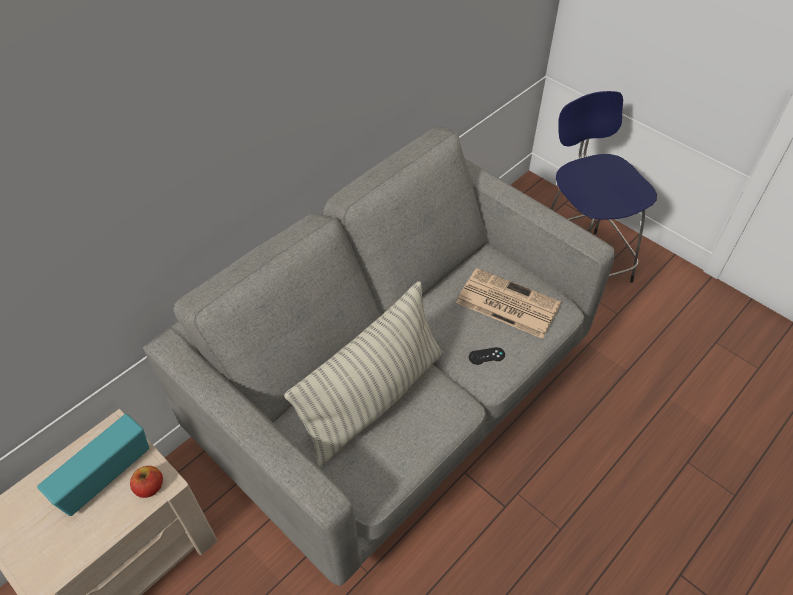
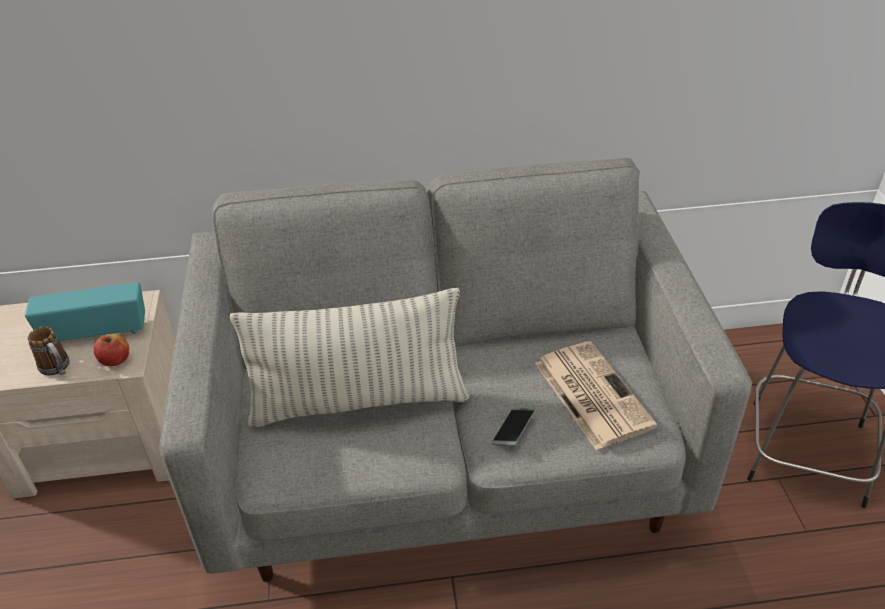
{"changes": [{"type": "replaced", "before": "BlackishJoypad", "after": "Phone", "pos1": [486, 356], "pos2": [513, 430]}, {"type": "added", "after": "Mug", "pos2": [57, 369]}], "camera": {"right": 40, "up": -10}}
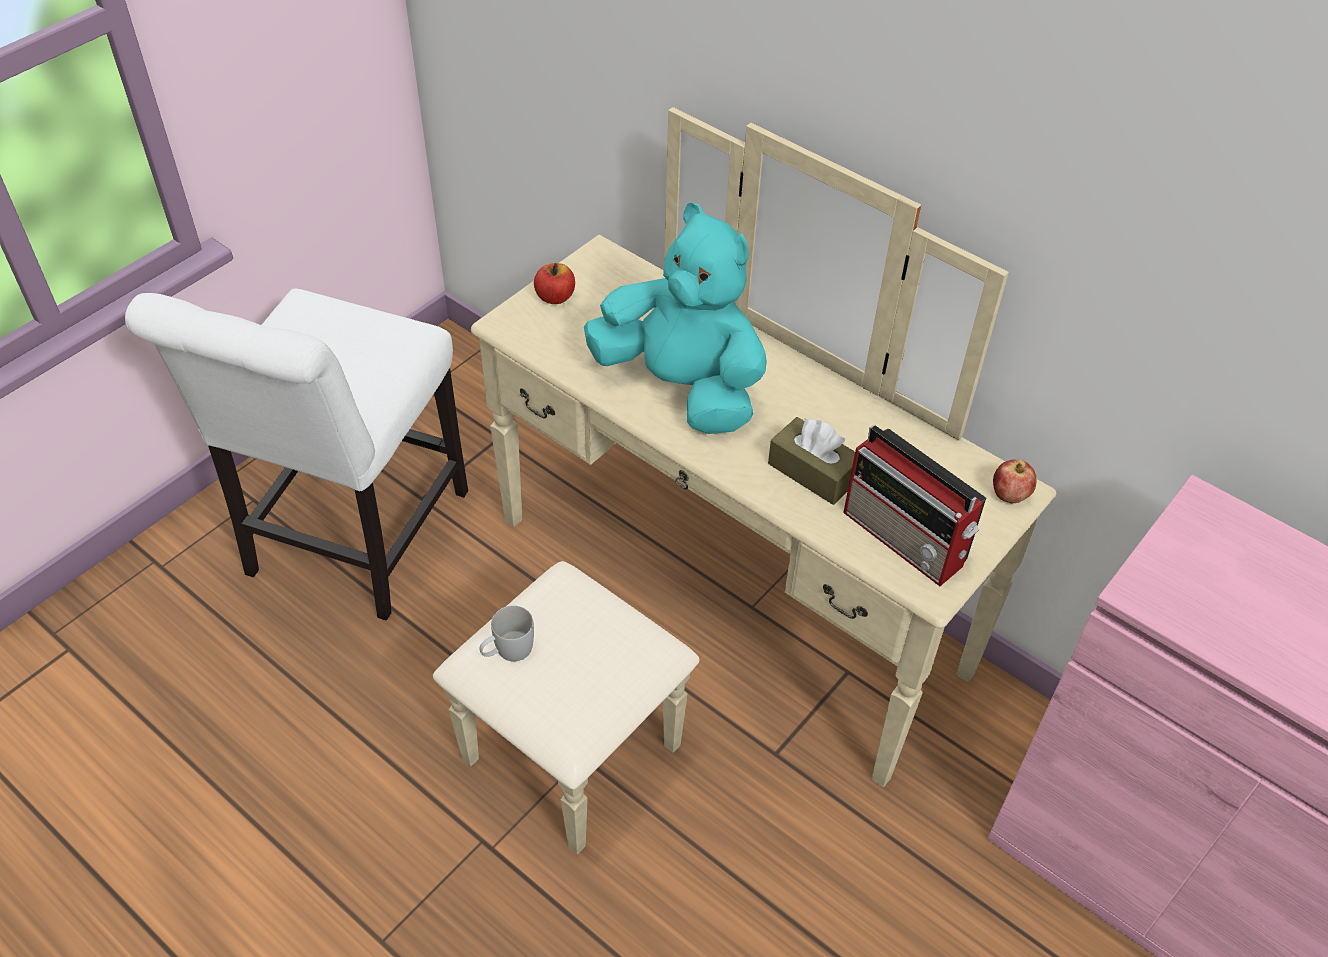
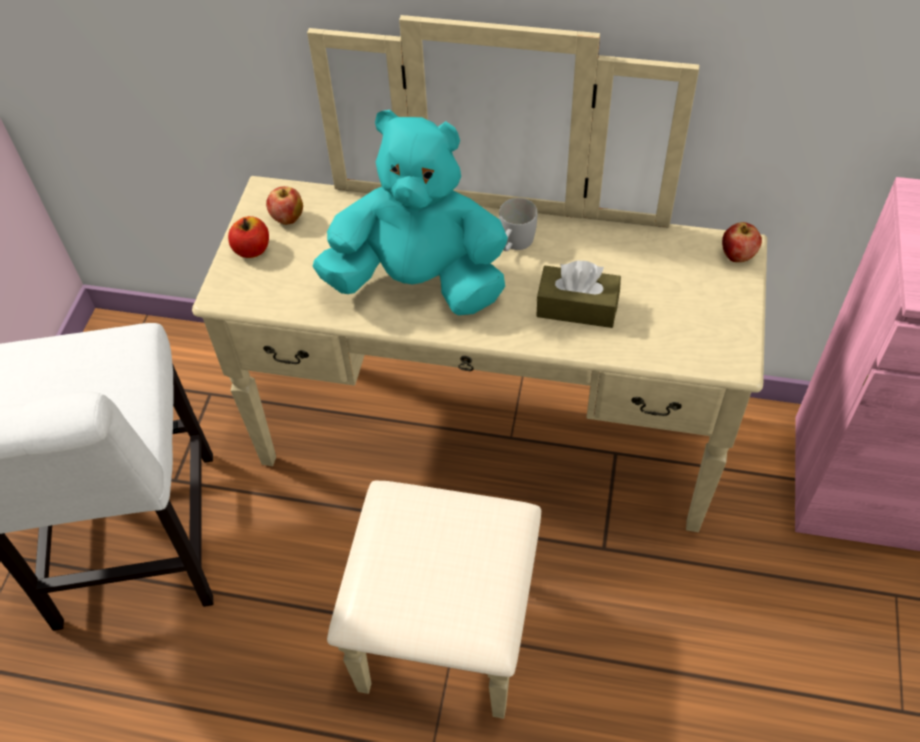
{"changes": [{"type": "moved", "before": "WhiteColouredMug", "pos1": [507, 651], "pos2": [514, 244]}, {"type": "removed", "before": "RadioSet", "pos1": [906, 540]}, {"type": "added", "after": "Apple", "pos2": [288, 219]}], "camera": {"right": -25, "up": 5}}
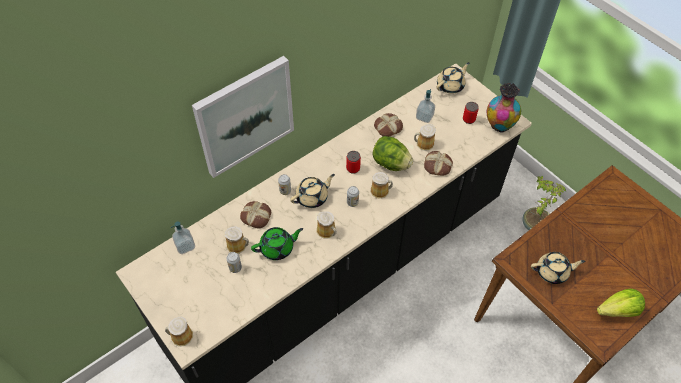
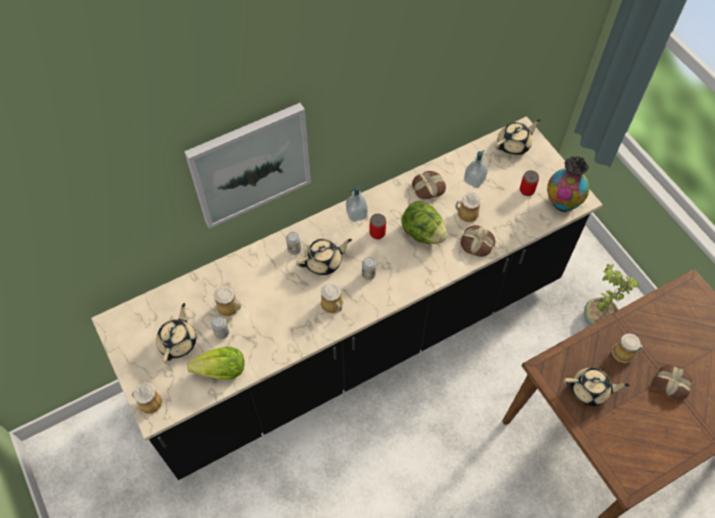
{"changes": [{"type": "moved", "before": "LiquidSoapBottle", "pos1": [185, 246], "pos2": [356, 214]}, {"type": "moved", "before": "Bread", "pos1": [256, 216], "pos2": [672, 383]}, {"type": "removed", "before": "GreenColouredPotForTea", "pos1": [277, 248]}, {"type": "moved", "before": "Mug", "pos1": [381, 191], "pos2": [624, 353]}, {"type": "moved", "before": "HeadOfLettuce", "pos1": [618, 311], "pos2": [222, 371]}, {"type": "added", "after": "BeigeColouredPotForTea", "pos2": [178, 342]}], "camera": {"right": 10, "up": 5}}
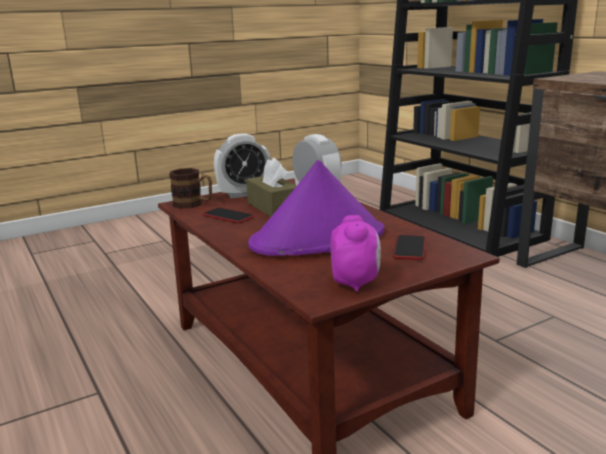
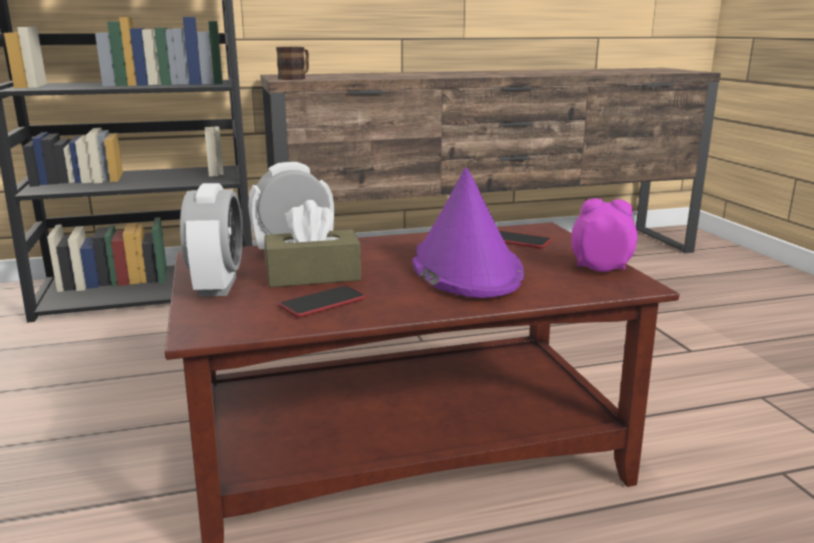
{"changes": [{"type": "moved", "before": "Mug", "pos1": [193, 204], "pos2": [296, 78]}], "camera": {"right": -75, "up": 0}}
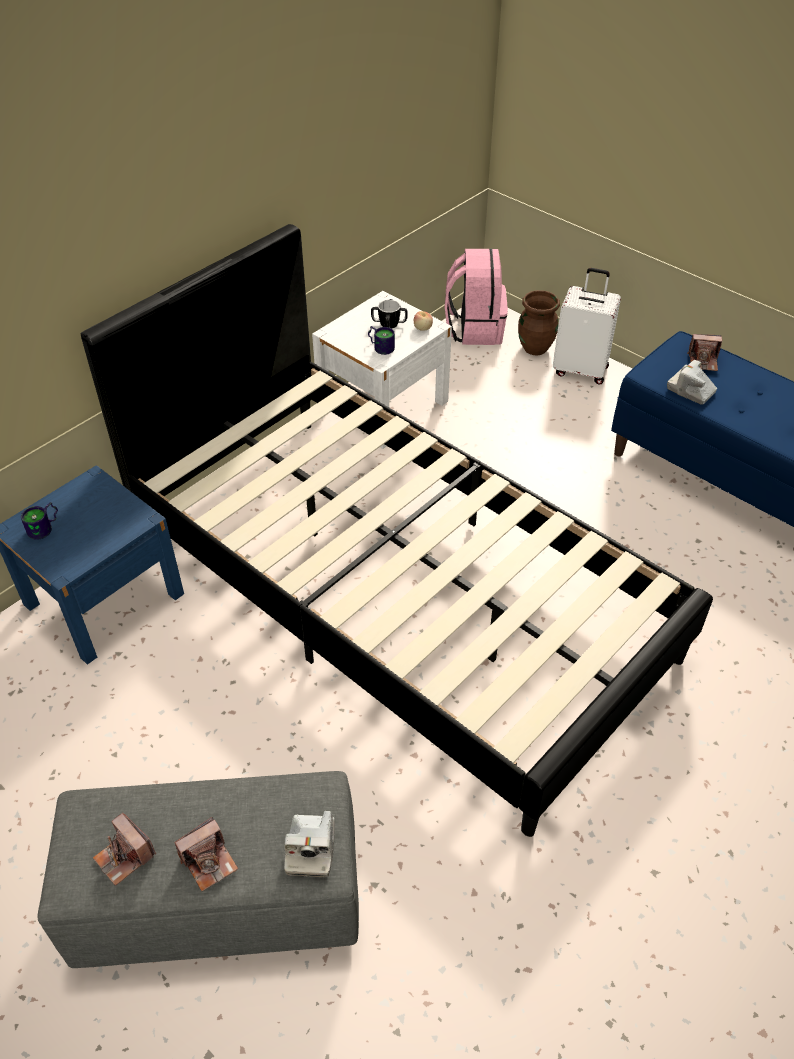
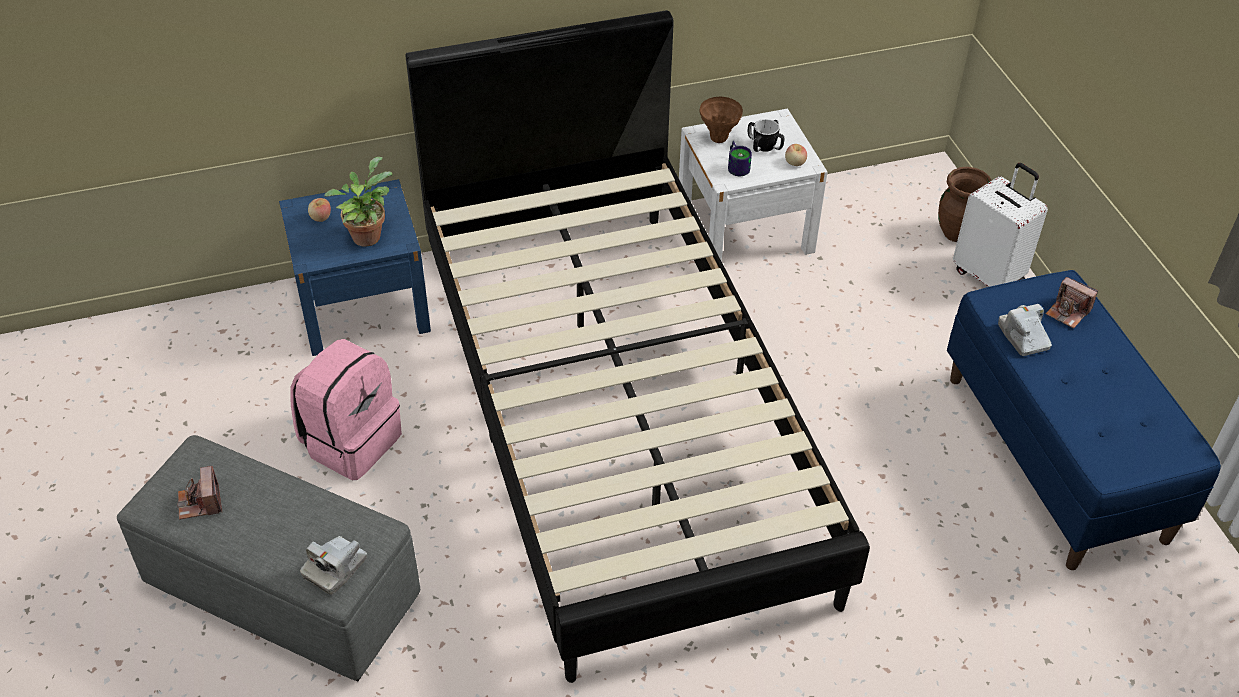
{"changes": [{"type": "replaced", "before": "Mug", "after": "Apple", "pos1": [45, 528], "pos2": [320, 218]}, {"type": "removed", "before": "StillCamera", "pos1": [209, 861]}, {"type": "moved", "before": "PinkKnapsack", "pos1": [474, 329], "pos2": [351, 441]}, {"type": "added", "after": "PottedPlant", "pos2": [367, 234]}, {"type": "added", "after": "BrownFlowerVase", "pos2": [718, 138]}], "camera": {"right": 30, "up": 0}}
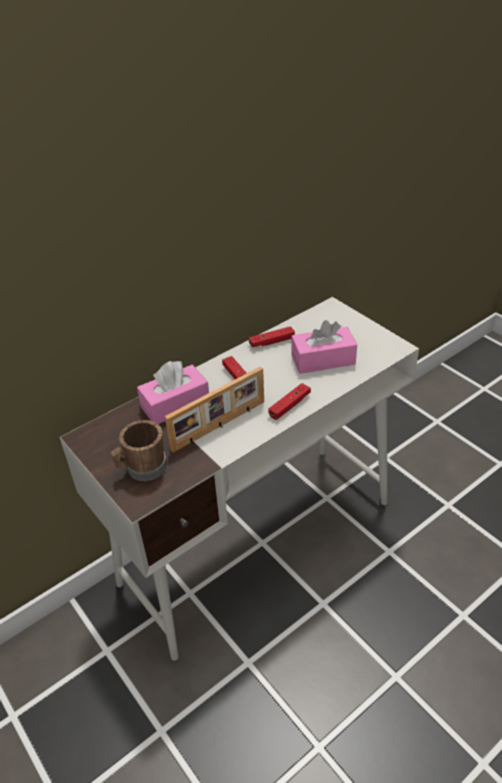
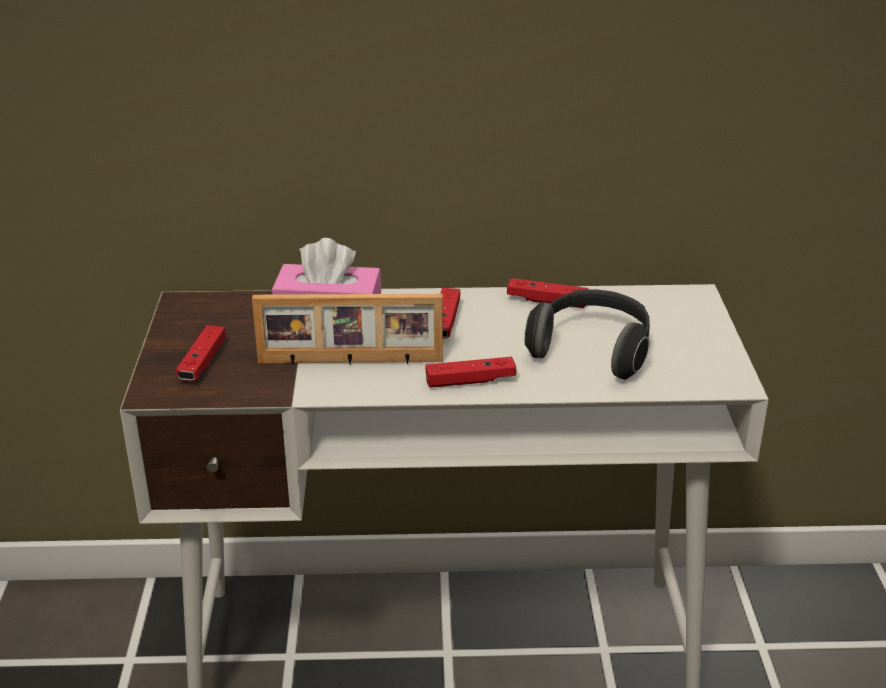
{"changes": [{"type": "replaced", "before": "BrownMug", "after": "RedJoypad", "pos1": [142, 468], "pos2": [203, 362]}, {"type": "replaced", "before": "PinkTissueHolder", "after": "Headset", "pos1": [323, 360], "pos2": [592, 350]}], "camera": {"right": 35, "up": -10}}
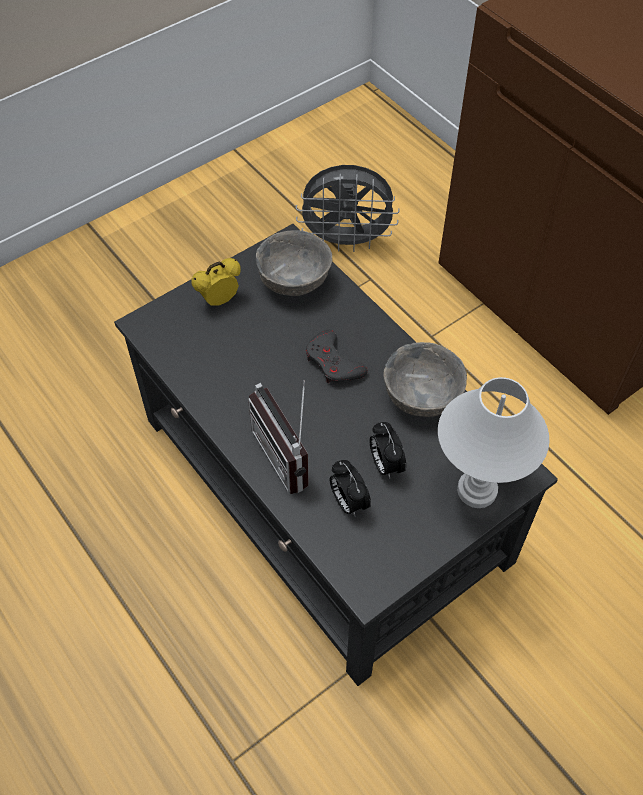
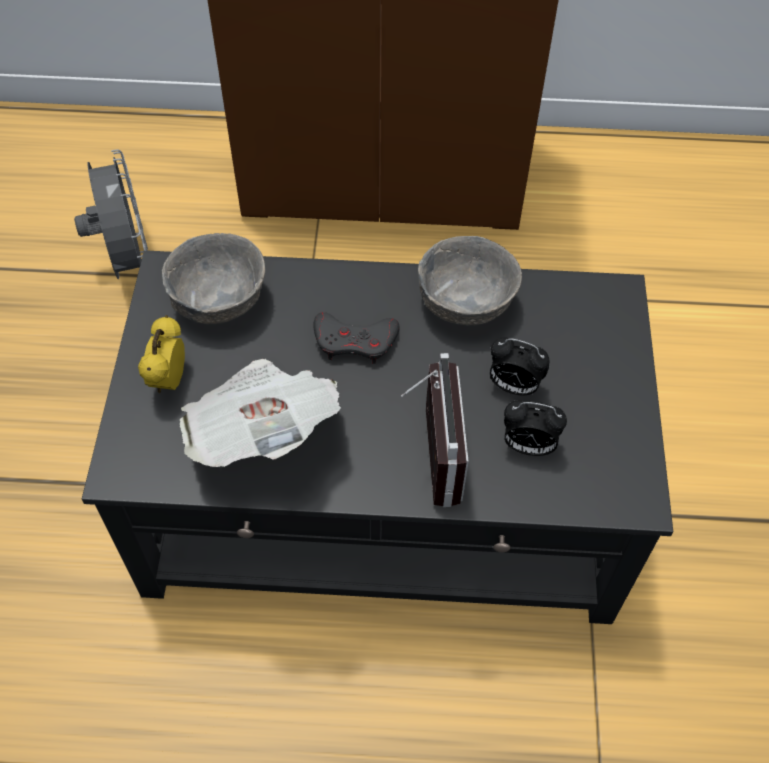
{"changes": [{"type": "turned", "before": "RadioSet", "pos1": [290, 455], "pos2": [428, 456], "turn": -105}, {"type": "turned", "before": "GreyFan", "pos1": [347, 241], "pos2": [128, 262], "turn": -60}, {"type": "removed", "before": "WhiteColouredTabletopLamp", "pos1": [476, 490]}, {"type": "added", "after": "PrintedPaper", "pos2": [261, 431]}], "camera": {"right": -50, "up": 0}}
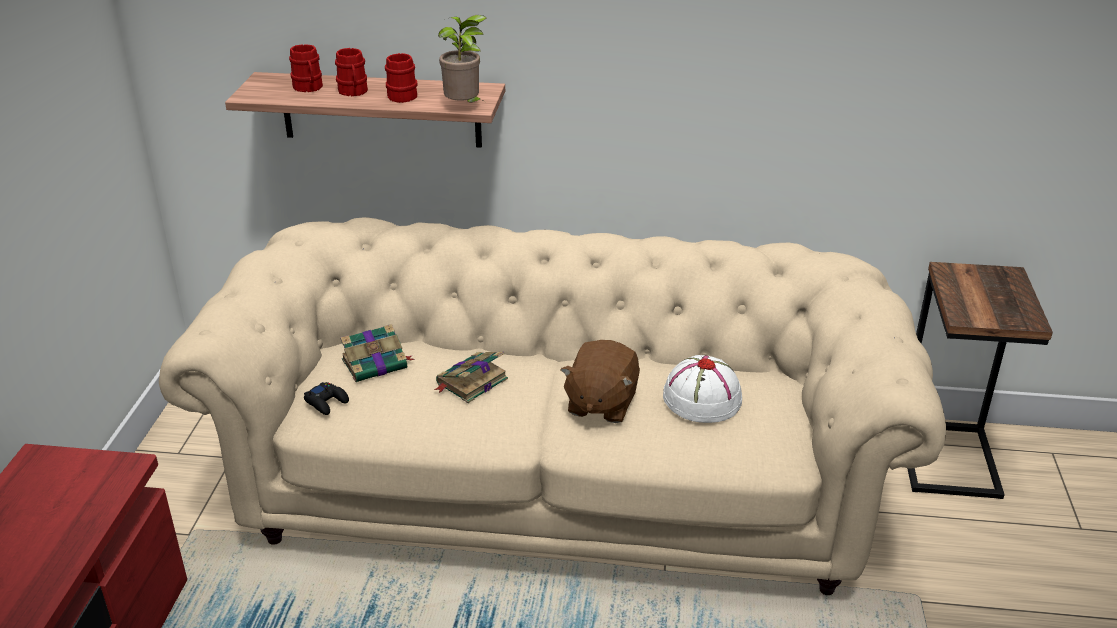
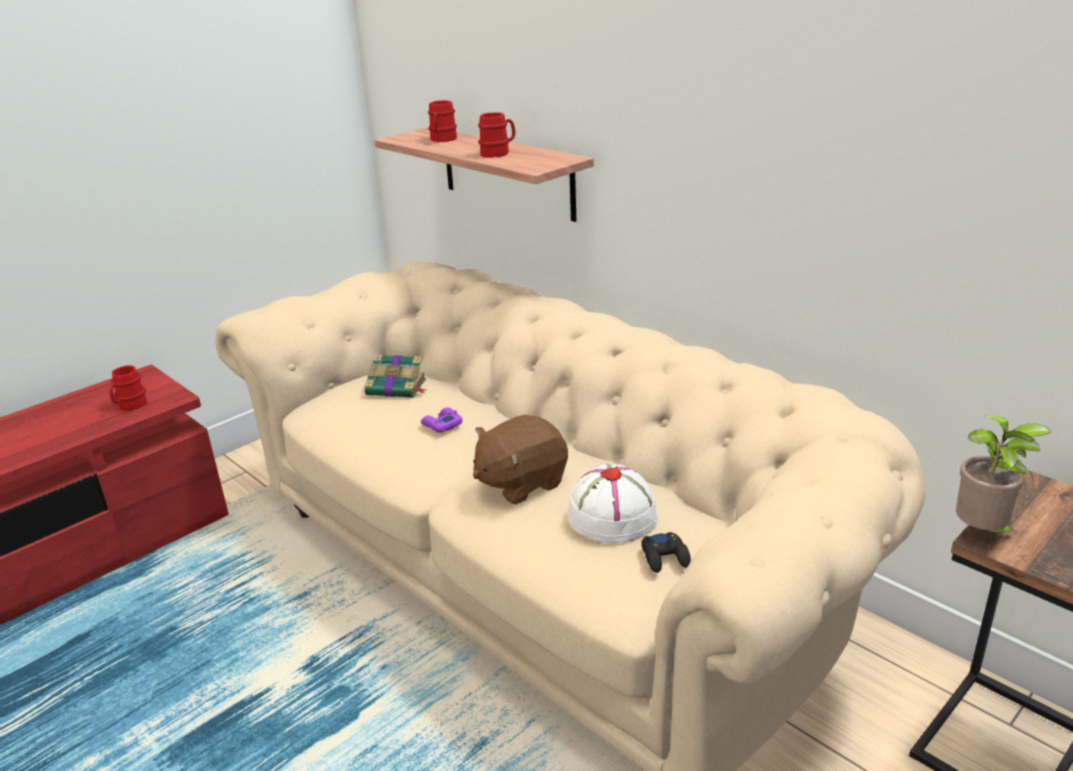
{"changes": [{"type": "moved", "before": "BlackishJoypad", "pos1": [327, 402], "pos2": [665, 557]}, {"type": "moved", "before": "RedMug", "pos1": [353, 92], "pos2": [130, 405]}, {"type": "replaced", "before": "Book", "after": "PurplishJoypad", "pos1": [470, 382], "pos2": [442, 425]}, {"type": "moved", "before": "PottedPlant", "pos1": [465, 107], "pos2": [982, 534]}], "camera": {"right": 40, "up": -5}}
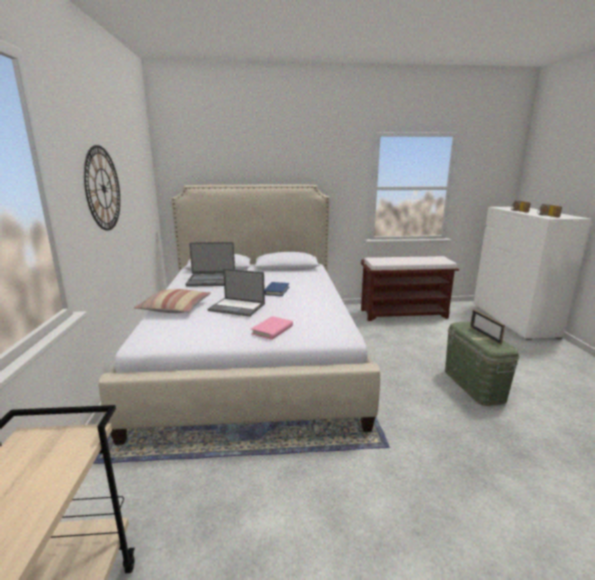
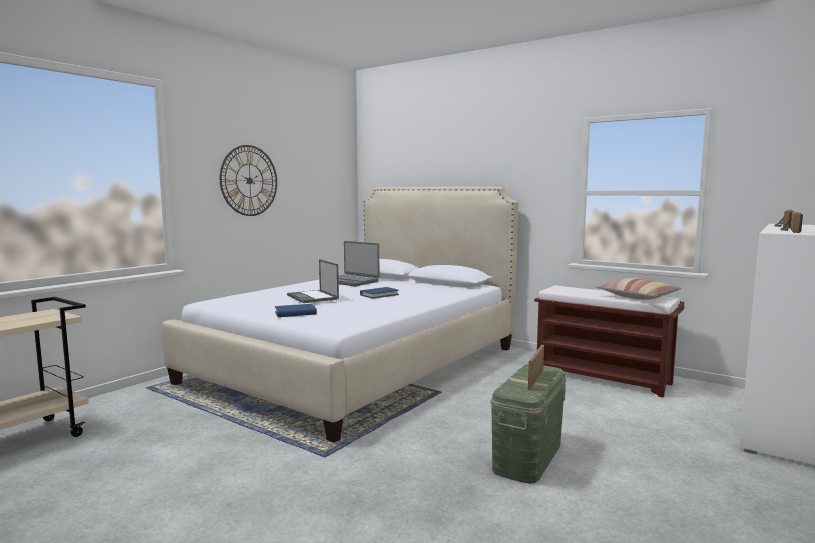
{"changes": [{"type": "moved", "before": "ThrowPillow", "pos1": [175, 308], "pos2": [638, 297]}, {"type": "recoloured", "before": "PinkBook", "after": "BlueBook", "pos1": [272, 330], "pos2": [295, 313]}], "camera": {"right": 40, "up": -10}}
